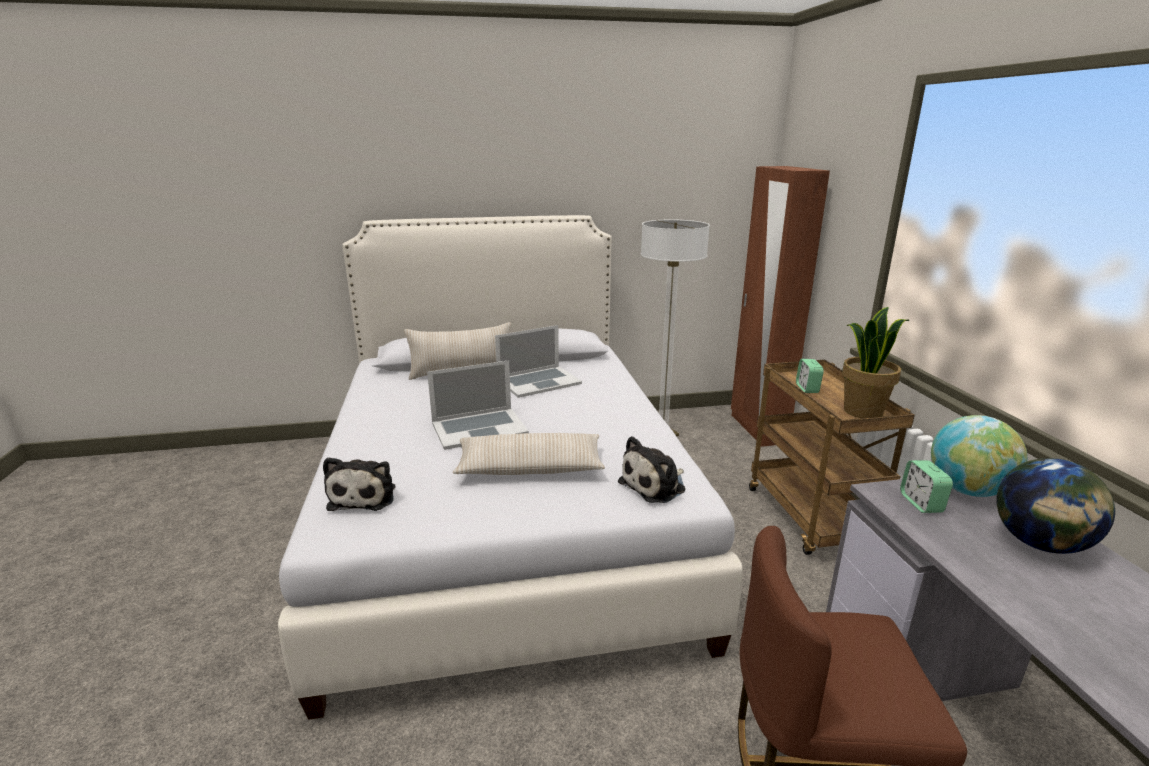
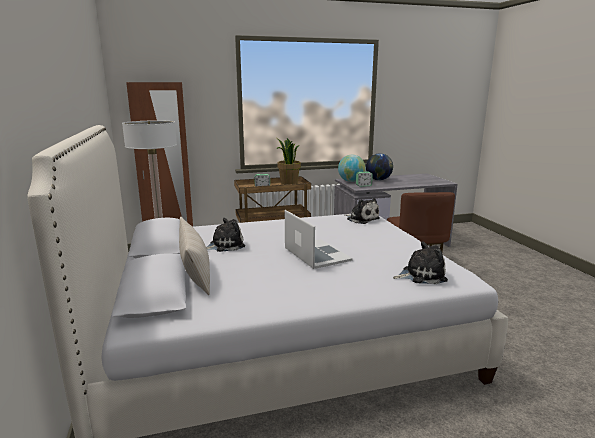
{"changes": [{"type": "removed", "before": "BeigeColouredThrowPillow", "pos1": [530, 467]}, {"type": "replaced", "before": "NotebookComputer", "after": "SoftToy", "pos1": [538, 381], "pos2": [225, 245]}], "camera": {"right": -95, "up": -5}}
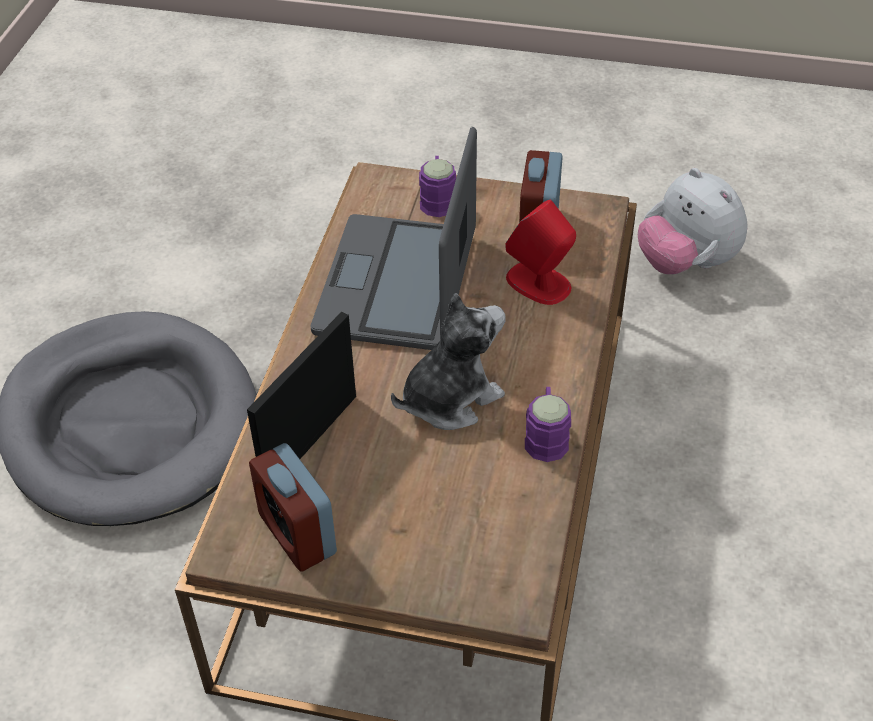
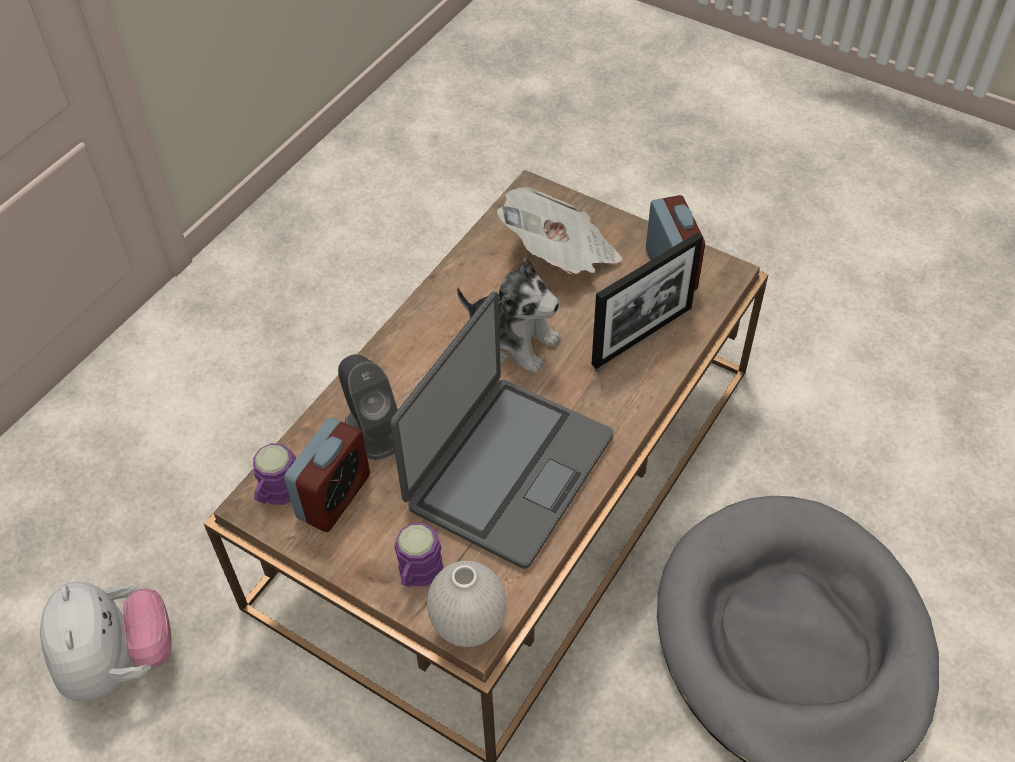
{"changes": [{"type": "turned", "before": "SoftToy", "pos1": [450, 398], "pos2": [512, 340], "turn": -135}, {"type": "recoloured", "before": "RedLoudspeaker", "after": "GreyLoudspeaker", "pos1": [539, 283], "pos2": [372, 430]}, {"type": "moved", "before": "PurplishMug", "pos1": [546, 437], "pos2": [277, 493]}, {"type": "added", "after": "WhiteColouredFlowerVase", "pos2": [468, 627]}, {"type": "added", "after": "PrintedPaper", "pos2": [560, 255]}], "camera": {"right": -160, "up": 5}}
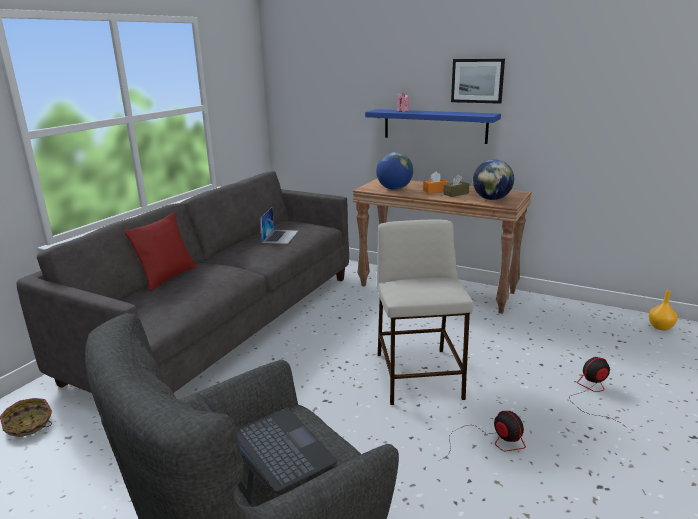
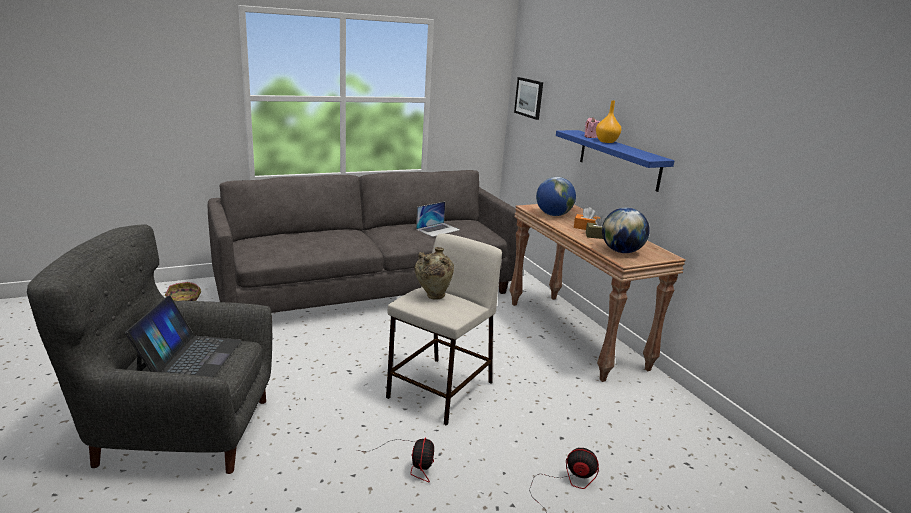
{"changes": [{"type": "removed", "before": "RedThrowPillow", "pos1": [167, 277]}, {"type": "moved", "before": "WallArt", "pos1": [477, 80], "pos2": [529, 98]}, {"type": "moved", "before": "OrangeColouredFlowerVase", "pos1": [661, 327], "pos2": [606, 141]}, {"type": "added", "after": "BeigeColouredFlowerVase", "pos2": [432, 296]}], "camera": {"right": 35, "up": 0}}
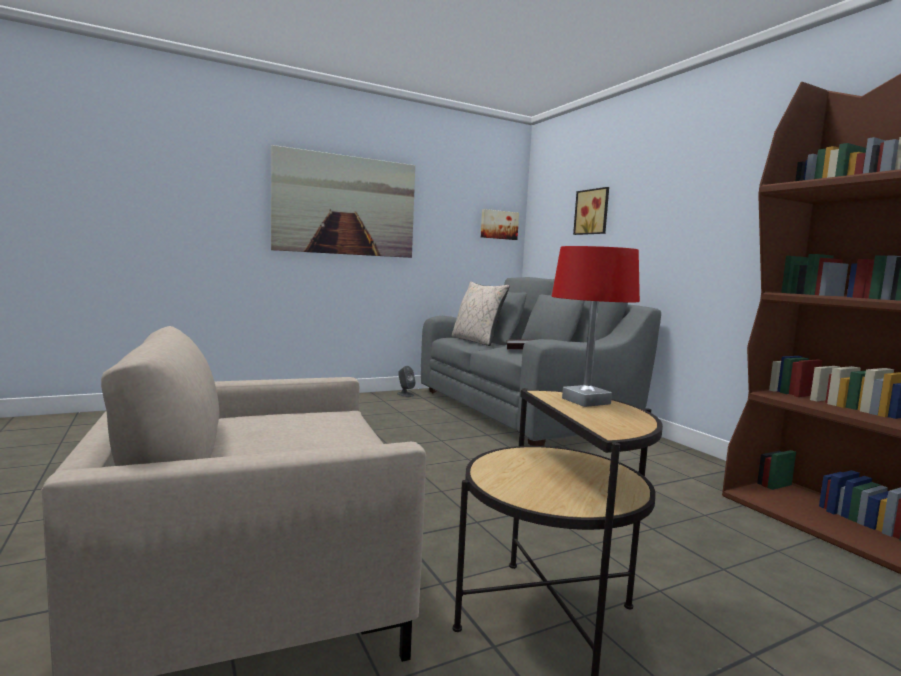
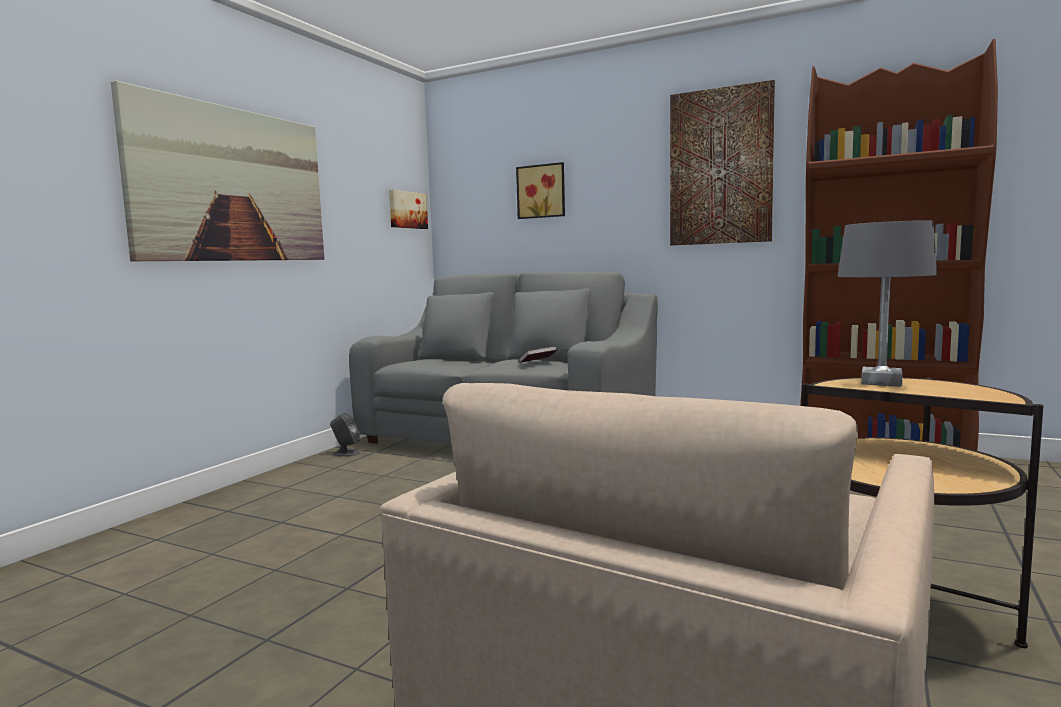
{"changes": [{"type": "removed", "before": "BeigeColouredThrowPillow", "pos1": [476, 341]}, {"type": "recoloured", "before": "RedTabletopLamp", "after": "GreyTabletopLamp", "pos1": [585, 401], "pos2": [881, 382]}, {"type": "added", "after": "WallArt", "pos2": [720, 167]}], "camera": {"right": -35, "up": 0}}
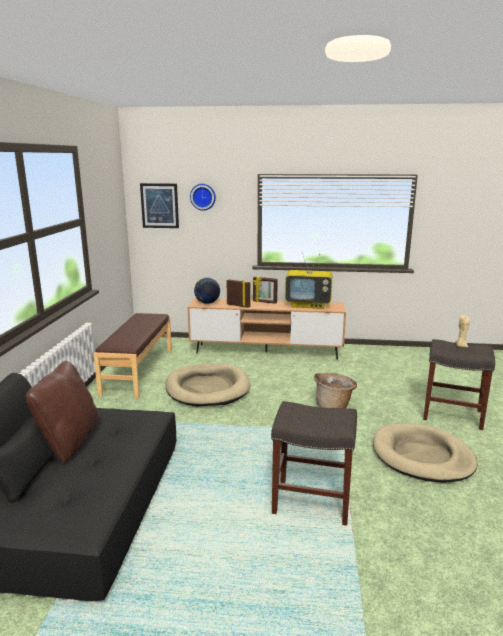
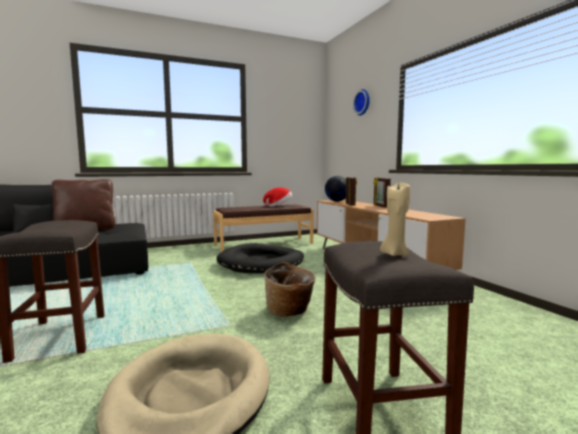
{"changes": [{"type": "removed", "before": "WallArt", "pos1": [160, 205]}, {"type": "recoloured", "before": "BeigeColouredDogCushion", "after": "BlackishDogCushion", "pos1": [207, 388], "pos2": [261, 263]}, {"type": "removed", "before": "TvSet", "pos1": [308, 305]}, {"type": "added", "after": "ClothingHat", "pos2": [278, 206]}], "camera": {"right": 60, "up": -10}}
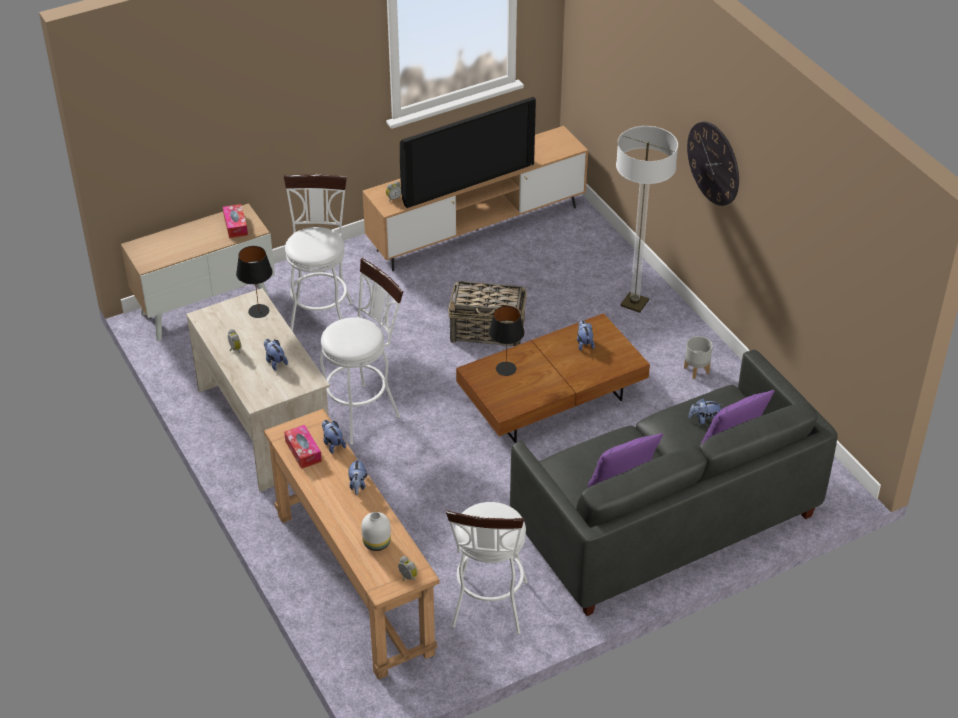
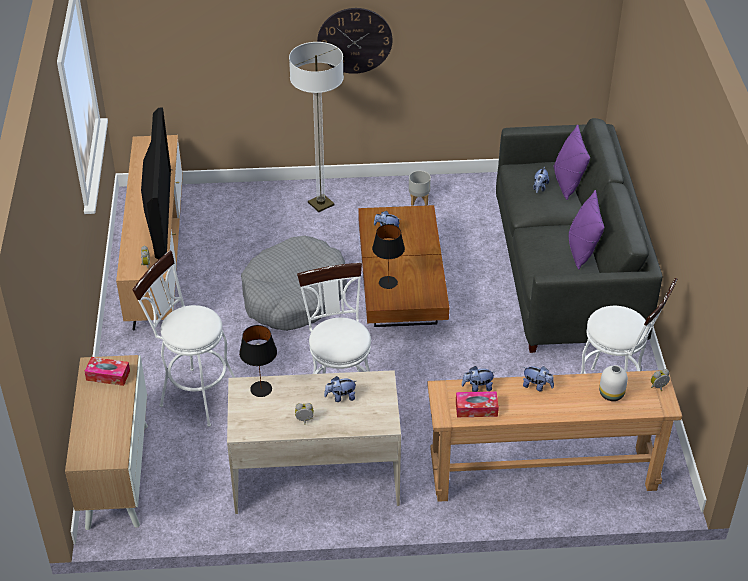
{"changes": [{"type": "replaced", "before": "HouseholdBasket", "after": "GreyDogCushion", "pos1": [488, 331], "pos2": [294, 295]}], "camera": {"right": -65, "up": 0}}
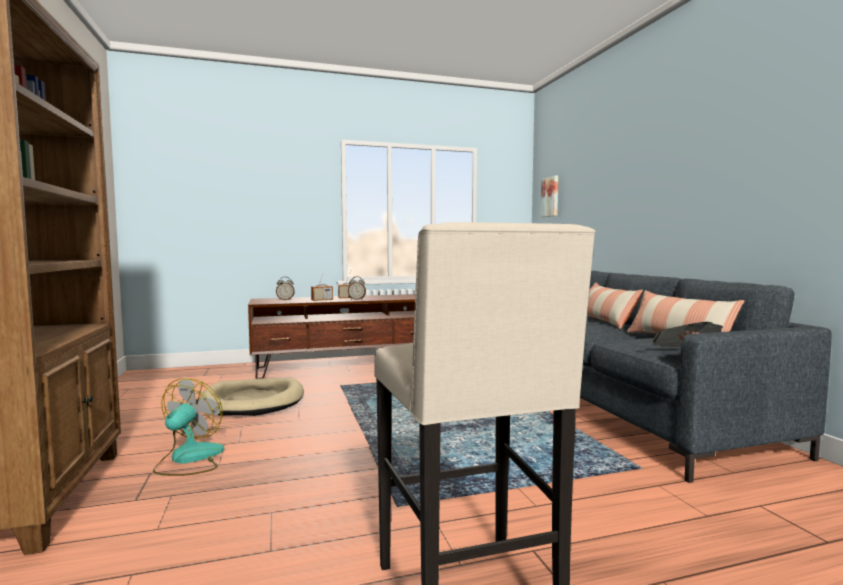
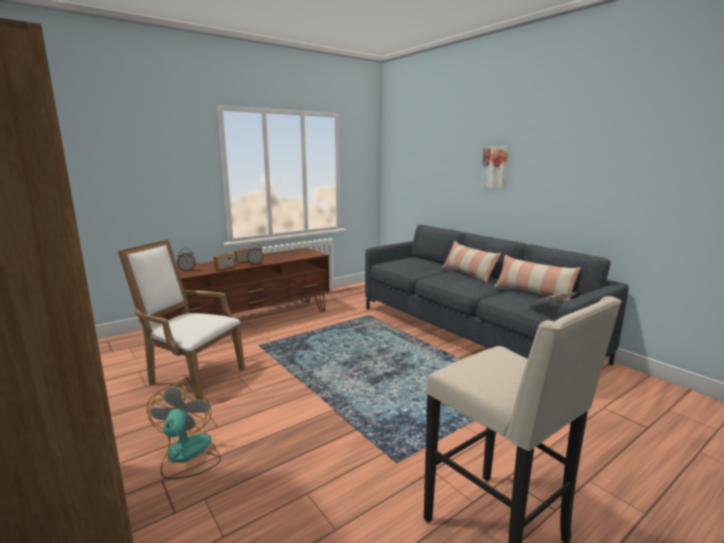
{"changes": [{"type": "replaced", "before": "BeigeColouredDogCushion", "after": "WhiteColouredEasyChair", "pos1": [253, 401], "pos2": [191, 376]}, {"type": "moved", "before": "WallArt", "pos1": [550, 197], "pos2": [495, 167]}], "camera": {"right": -20, "up": 10}}
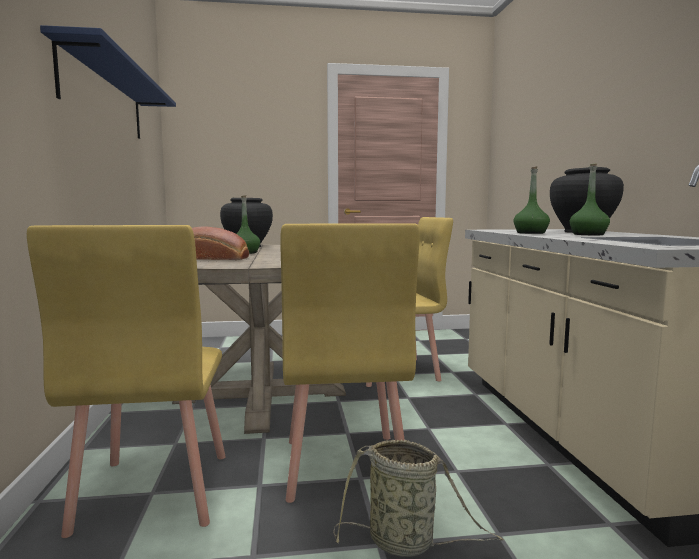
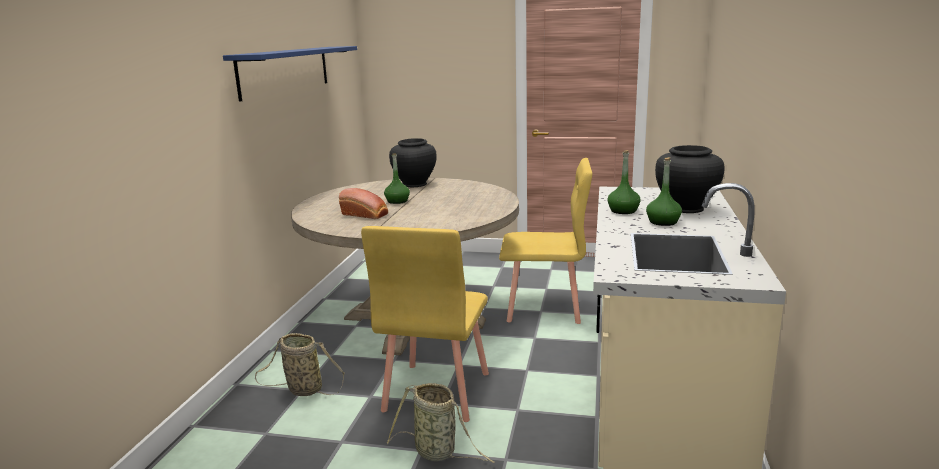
{"changes": [{"type": "replaced", "before": "YellowChair", "after": "HouseholdBasket", "pos1": [152, 492], "pos2": [302, 389]}], "camera": {"right": 20, "up": 10}}
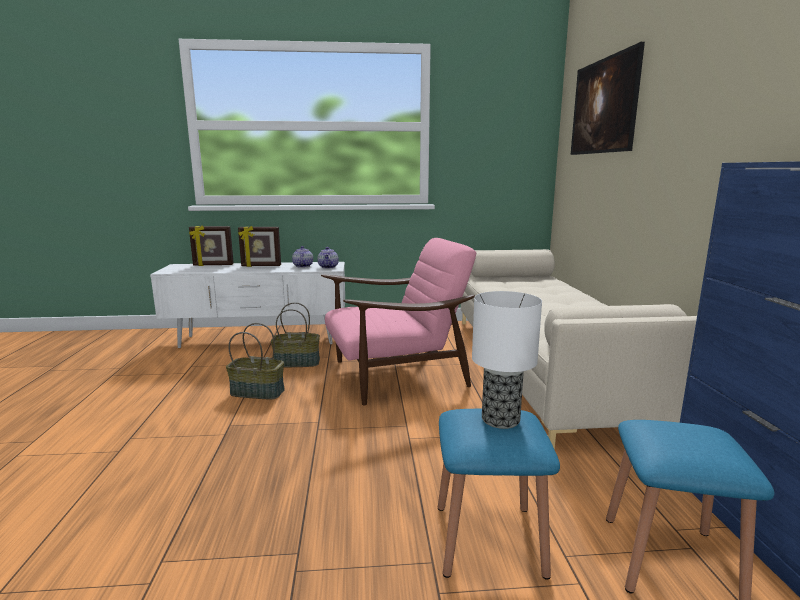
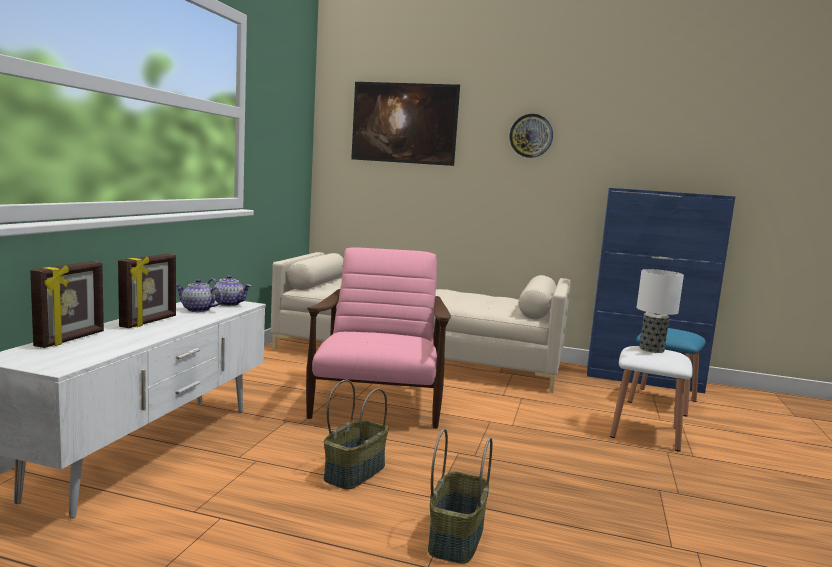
{"changes": [{"type": "moved", "before": "HouseholdBasket", "pos1": [297, 362], "pos2": [455, 537]}, {"type": "recoloured", "before": "BlueStoolSeat", "after": "WhiteColouredStoolSeat", "pos1": [488, 539], "pos2": [645, 432]}, {"type": "added", "after": "HangingClock", "pos2": [531, 136]}], "camera": {"right": -70, "up": -5}}
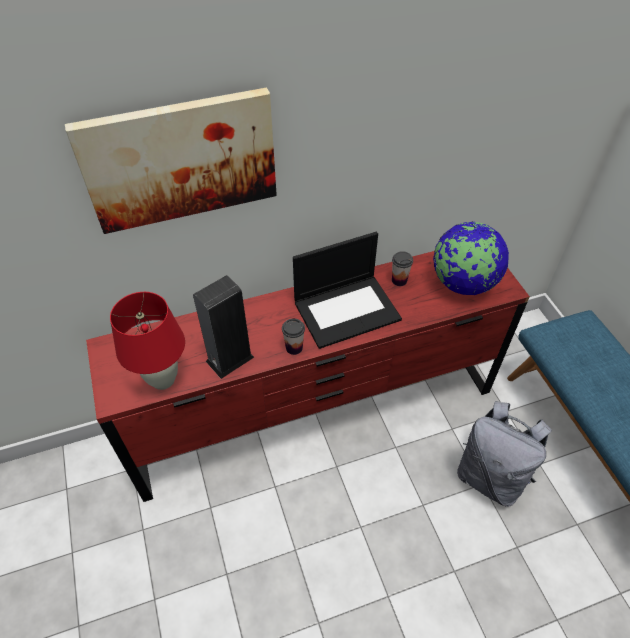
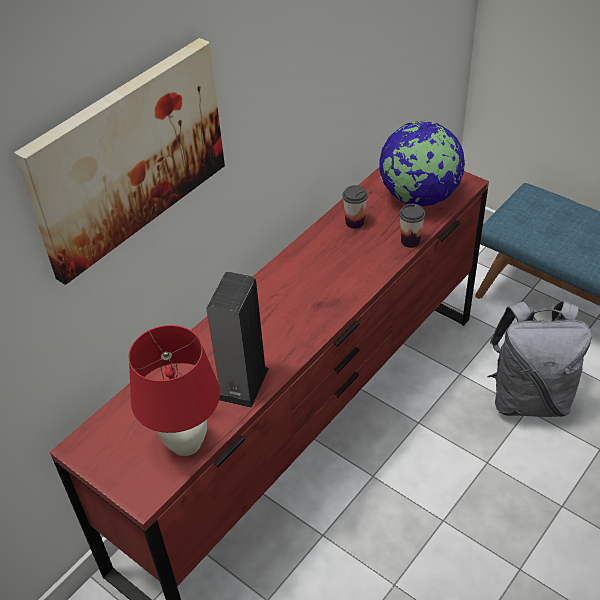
{"changes": [{"type": "moved", "before": "DrinkingCup", "pos1": [294, 348], "pos2": [410, 241]}, {"type": "removed", "before": "NotebookComputer", "pos1": [347, 309]}], "camera": {"right": -30, "up": -5}}
